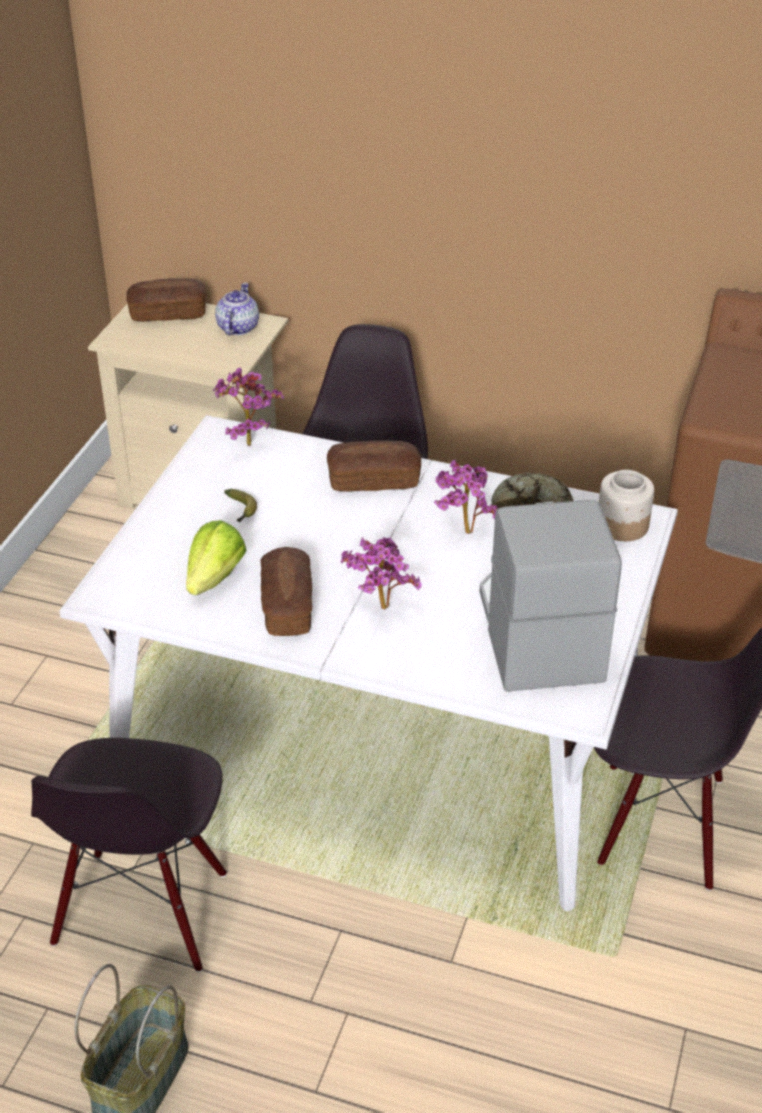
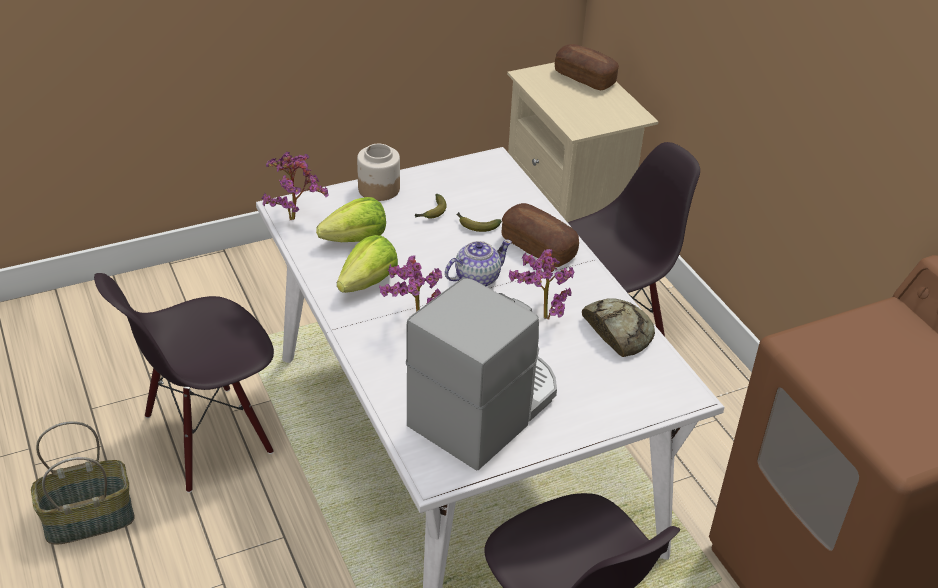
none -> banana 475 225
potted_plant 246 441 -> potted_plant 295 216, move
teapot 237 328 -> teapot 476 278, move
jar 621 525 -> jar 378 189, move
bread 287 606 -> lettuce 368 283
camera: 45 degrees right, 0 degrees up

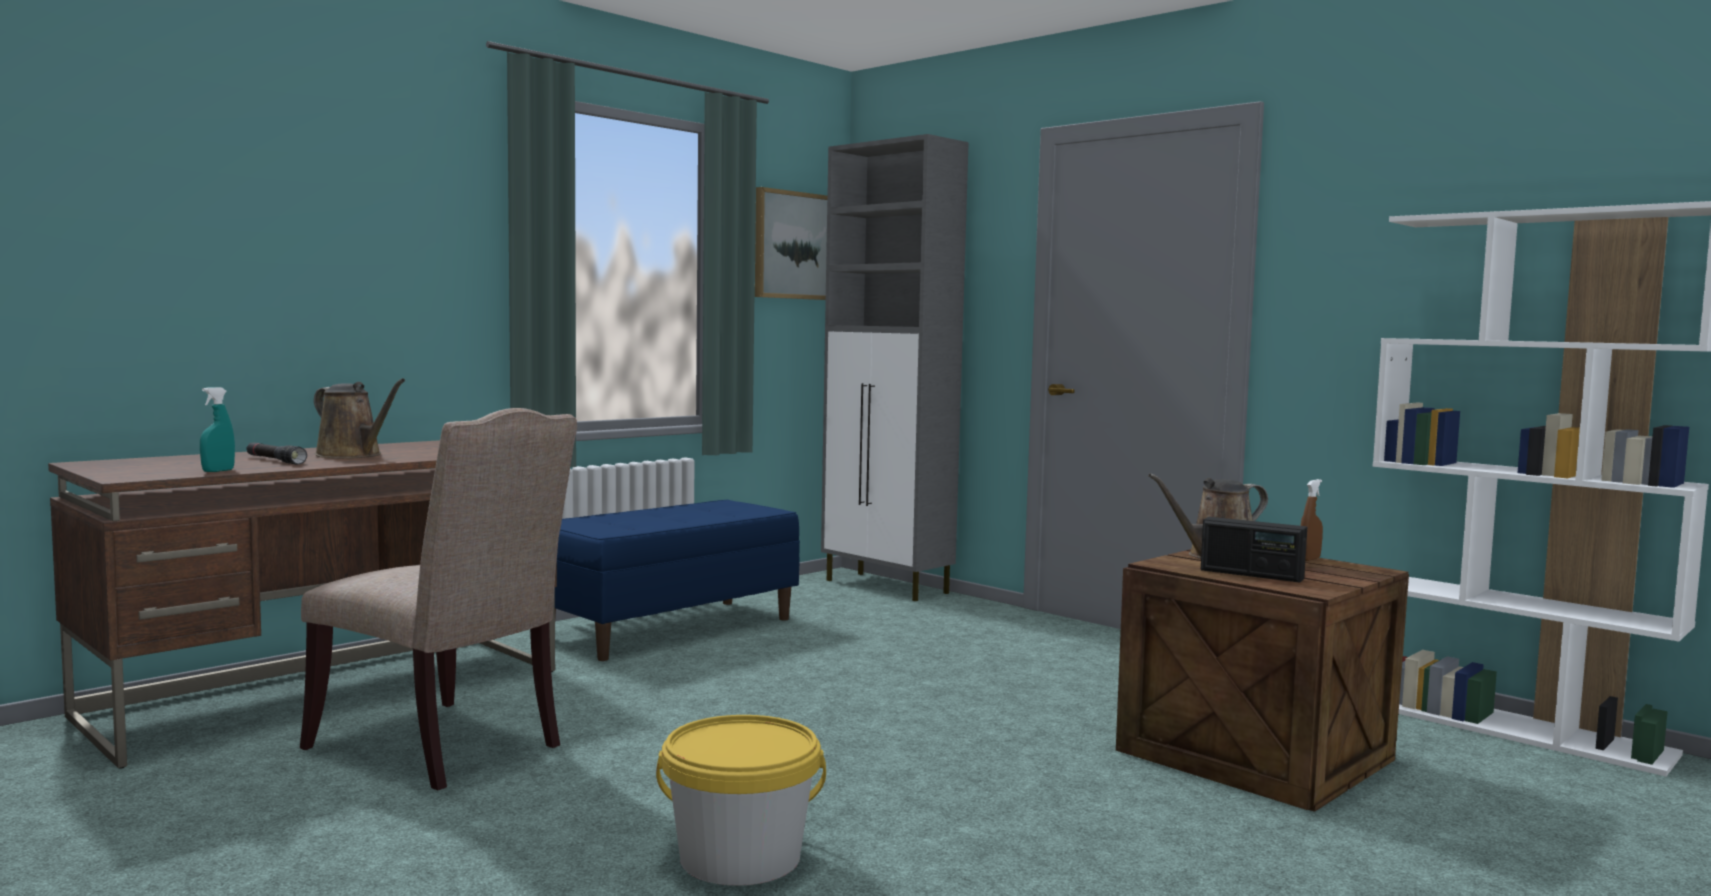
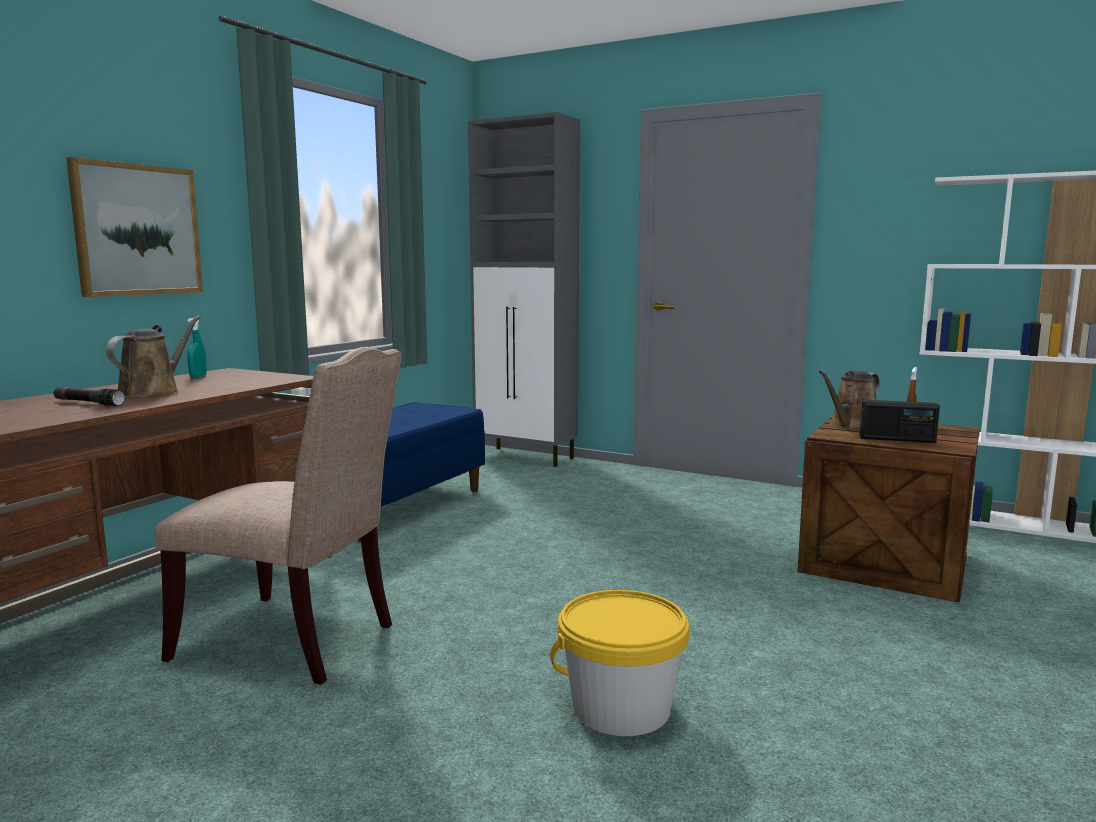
turquoise_spray_bottle 218 471 -> turquoise_spray_bottle 198 376, move
picture 794 245 -> picture 137 230, move
brown_watering_can 353 455 -> brown_watering_can 153 392, 90 degrees counterclockwise
camera: 15 degrees left, 5 degrees up

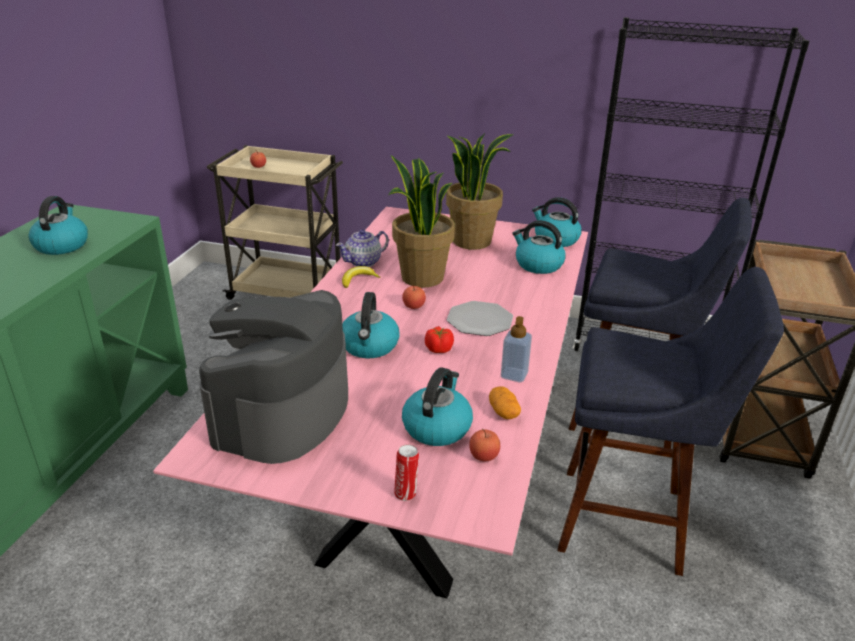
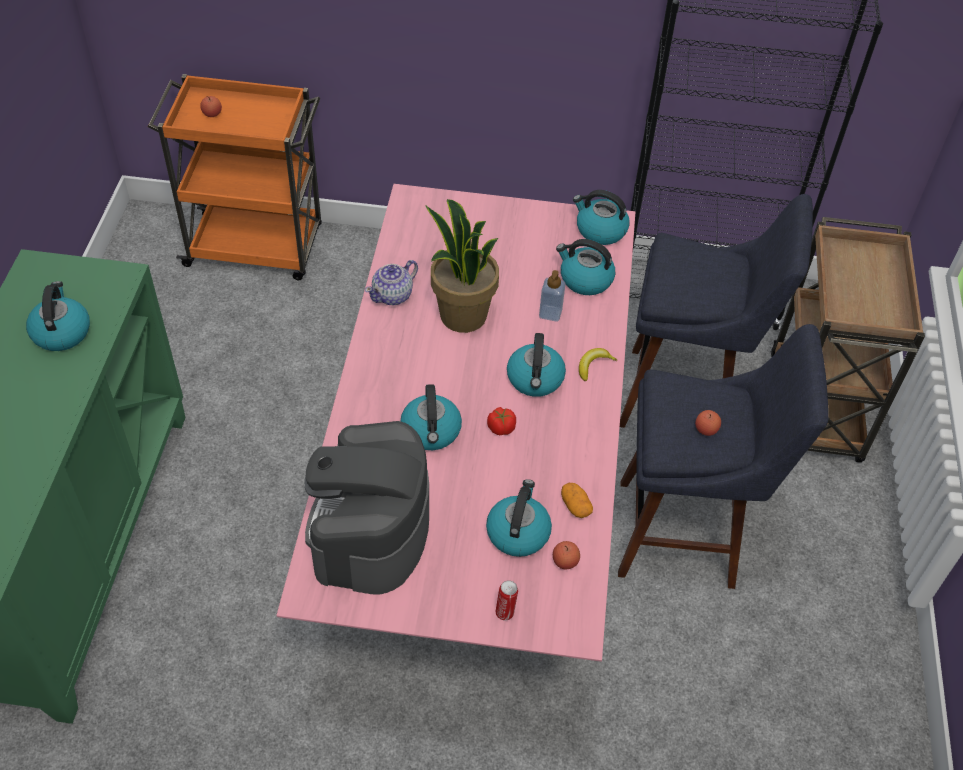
potted_plant 472 241 -> none
banana 358 280 -> banana 593 366, move
apple 413 306 -> apple 706 429, move
soap_dispenser 514 375 -> soap_dispenser 550 313, move
plate 480 320 -> kettle 535 379
beige_cart 287 292 -> orange_cart 257 247
camera: 10 degrees left, 20 degrees up

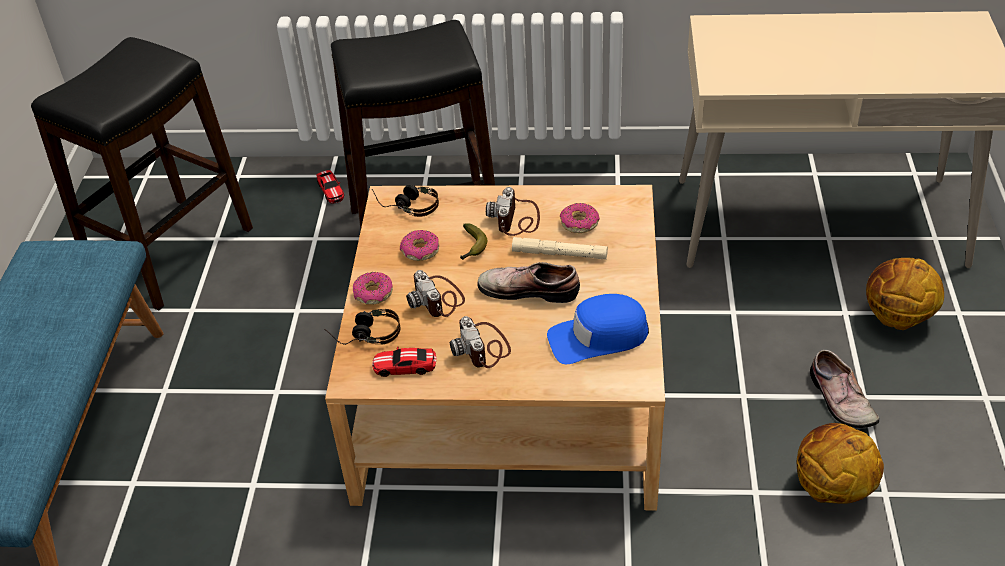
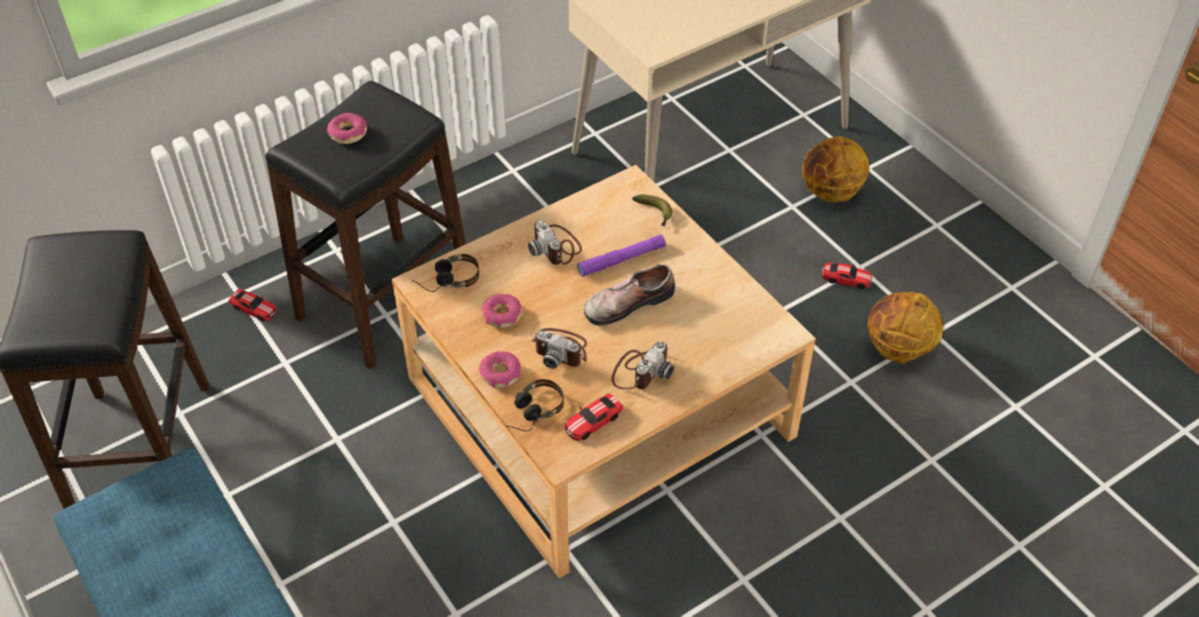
blue_cap 598 337 -> none
banana 472 247 -> banana 655 213, move
donut 579 223 -> donut 348 134, move
shoe 839 400 -> toy_car 846 278
beige_flashlight 559 254 -> purple_flashlight 621 260
photo_camera 483 347 -> photo_camera 640 371, 90 degrees counterclockwise
camera: 40 degrees left, 5 degrees up

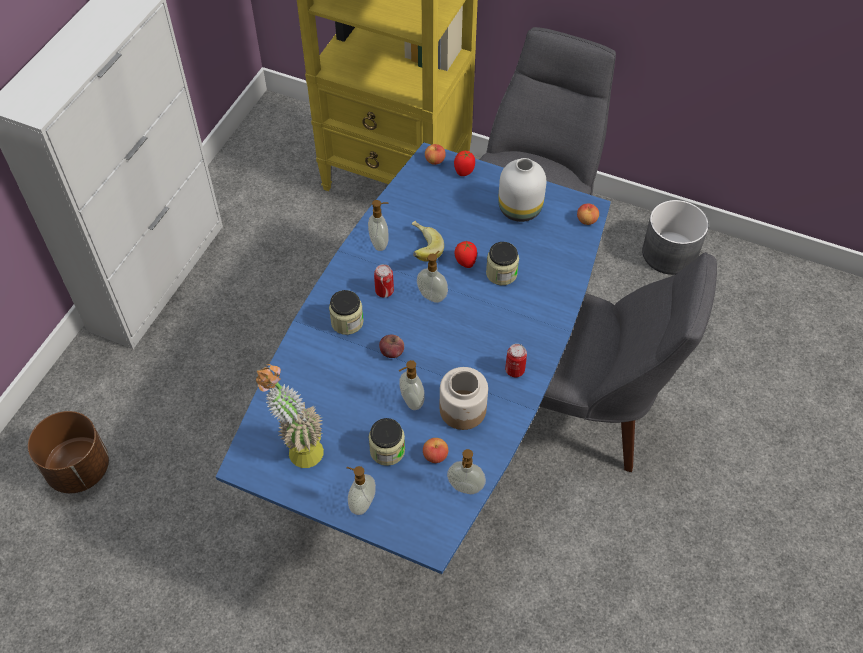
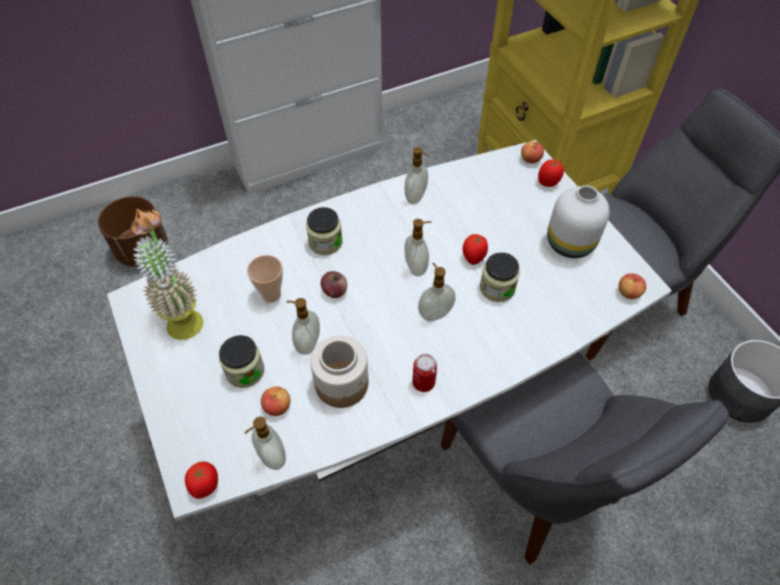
can 384 291 -> none
banana 421 251 -> none
none -> tomato 206 486
none -> cup 271 294
soap_dispenser 361 503 -> soap_dispenser 435 313, move
blue_dining_table 431 432 -> white_dining_table 390 398
camera: 40 degrees right, 0 degrees up

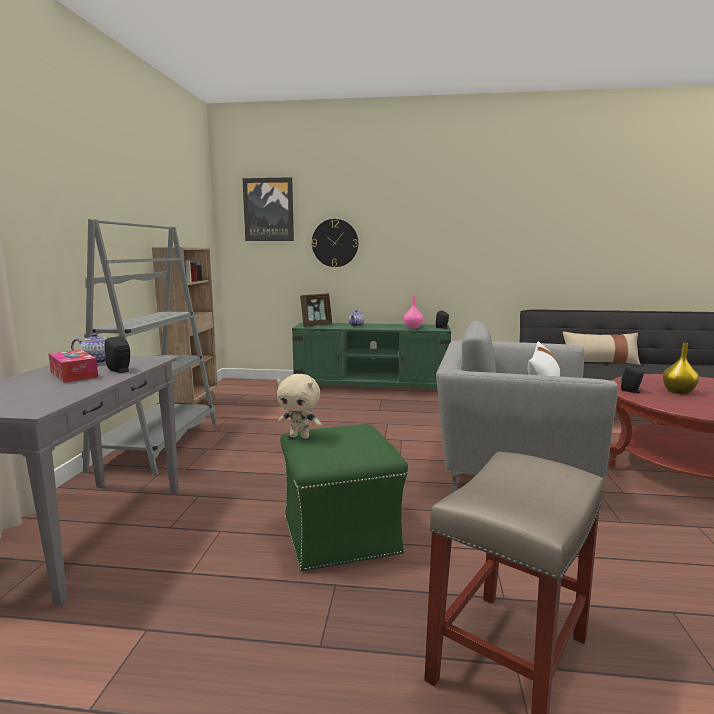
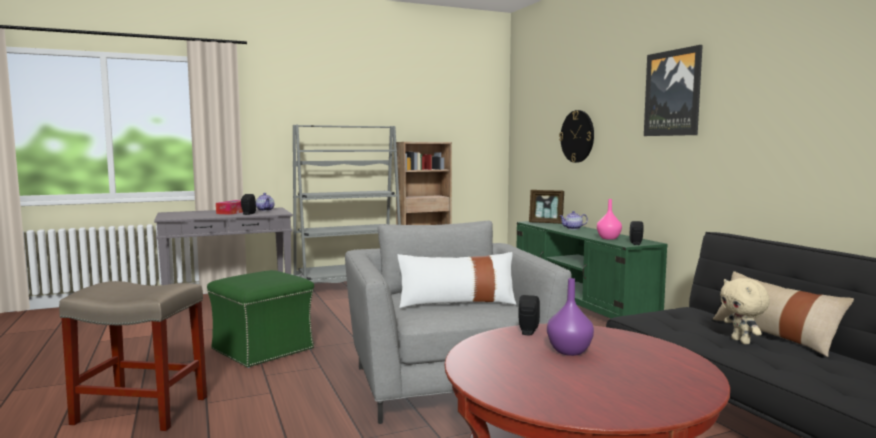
picture 268 210 -> picture 673 93, move
beige_plush_toy 300 436 -> beige_plush_toy 741 341, move
yellow_vase 679 391 -> purple_vase 569 351
camera: 60 degrees right, 5 degrees down

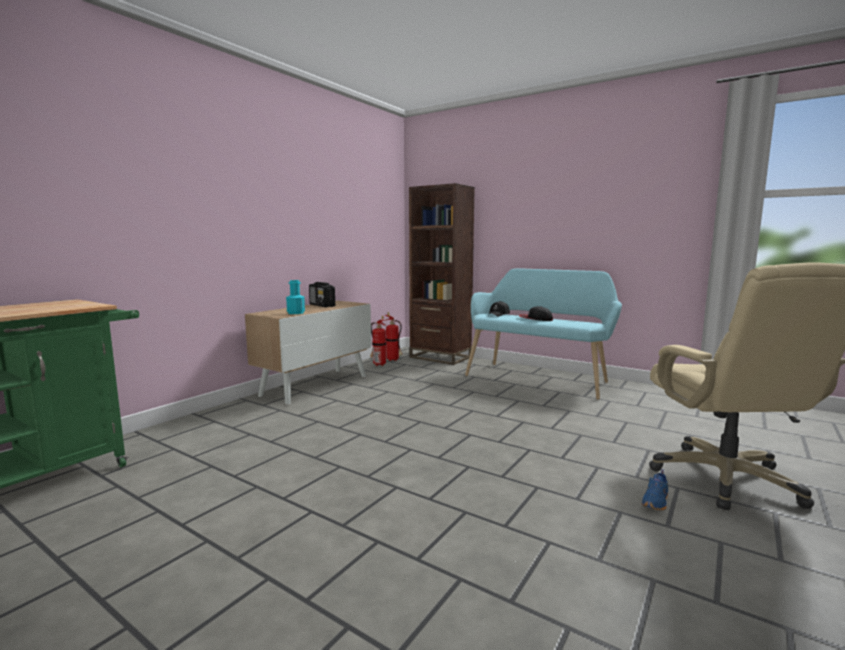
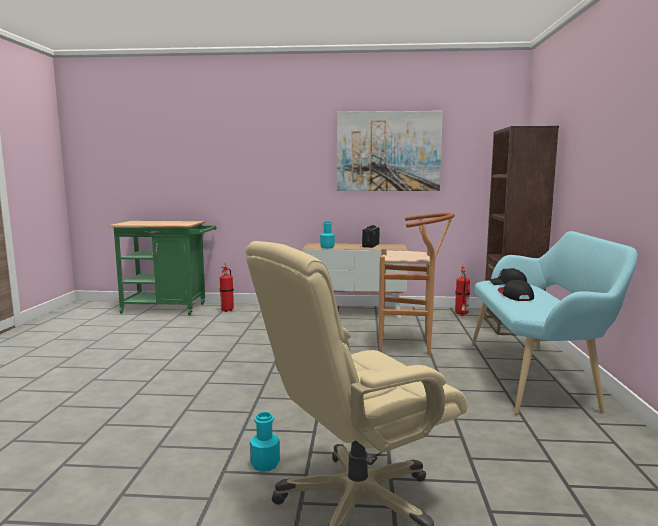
none -> picture 388 151
none -> brown_stool 410 346
fire_extinguisher 378 364 -> fire_extinguisher 228 310, move
blue_shoe 656 501 -> turquoise_bottle 265 464
camera: 60 degrees right, 0 degrees up

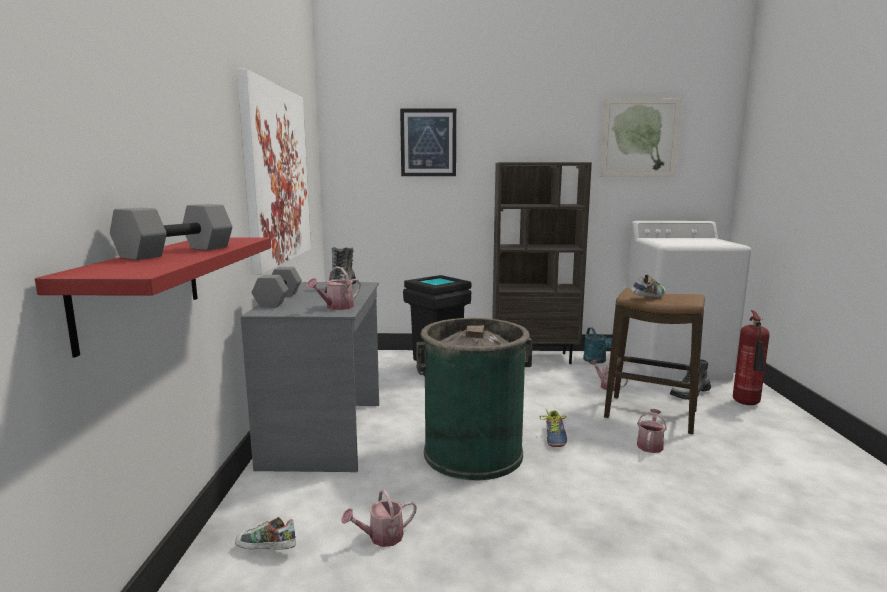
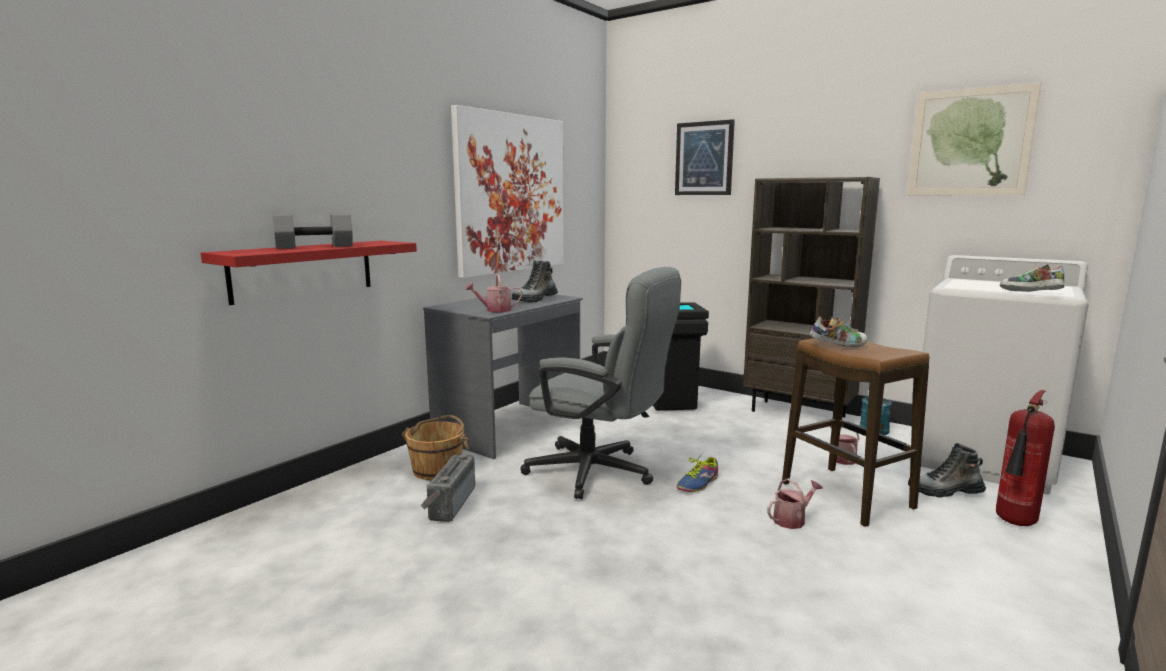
grey_dumbbell 278 299 -> none
none -> brown_bucket 437 469
shoe 266 551 -> shoe 1029 293, move
watering_can 381 537 -> radio 449 503
green_trash_can 473 453 -> grey_office_chair 600 473
camera: 35 degrees right, 0 degrees up

